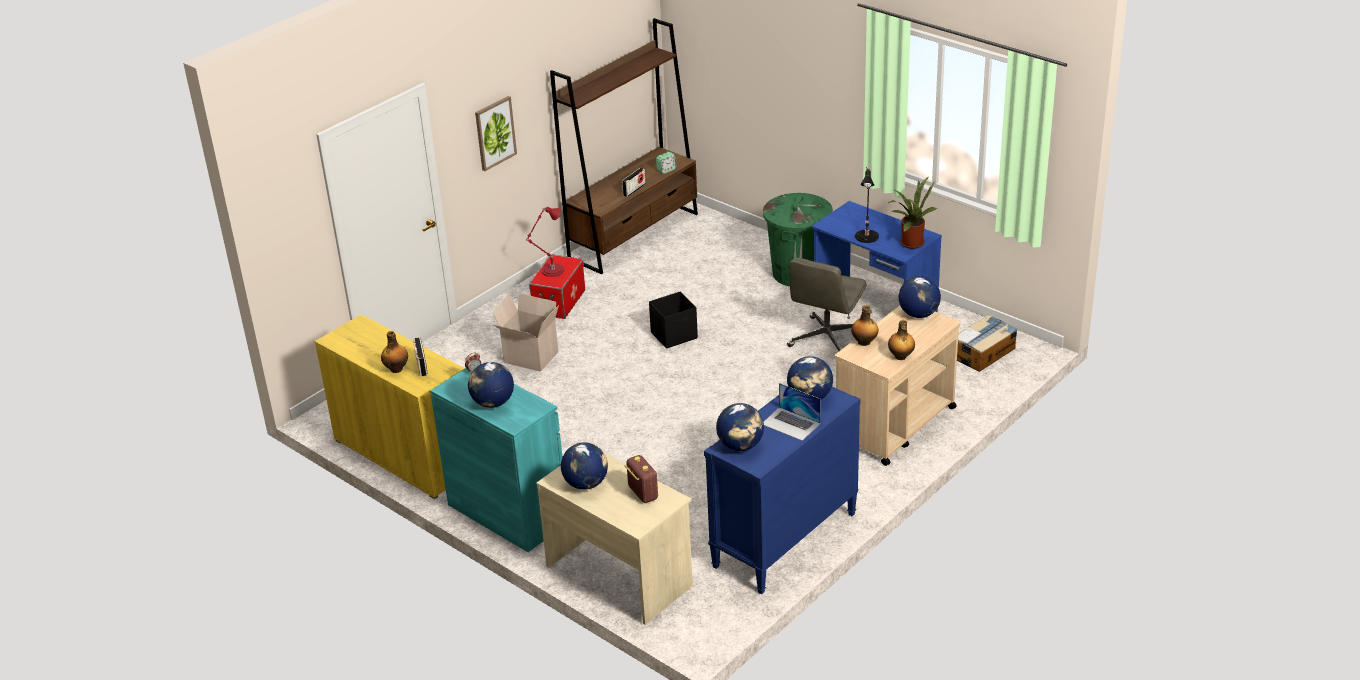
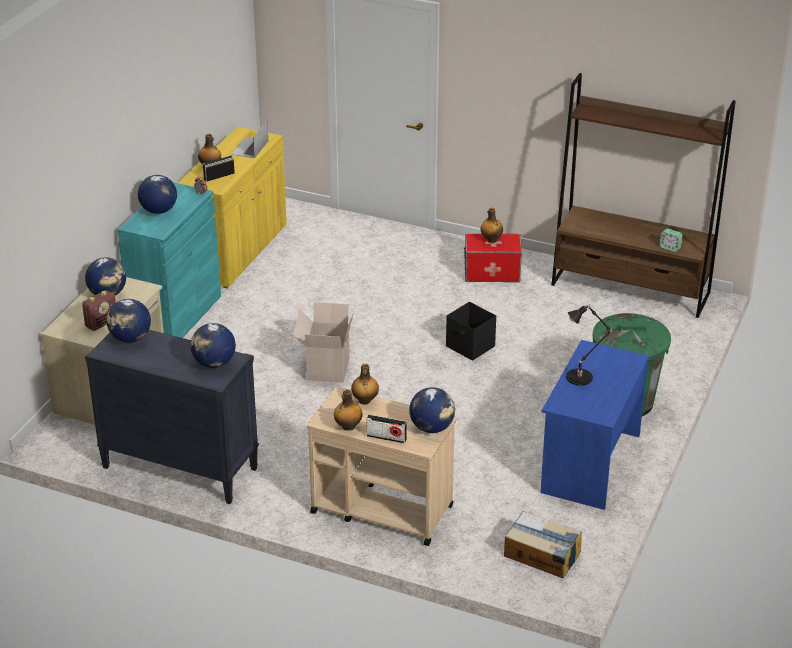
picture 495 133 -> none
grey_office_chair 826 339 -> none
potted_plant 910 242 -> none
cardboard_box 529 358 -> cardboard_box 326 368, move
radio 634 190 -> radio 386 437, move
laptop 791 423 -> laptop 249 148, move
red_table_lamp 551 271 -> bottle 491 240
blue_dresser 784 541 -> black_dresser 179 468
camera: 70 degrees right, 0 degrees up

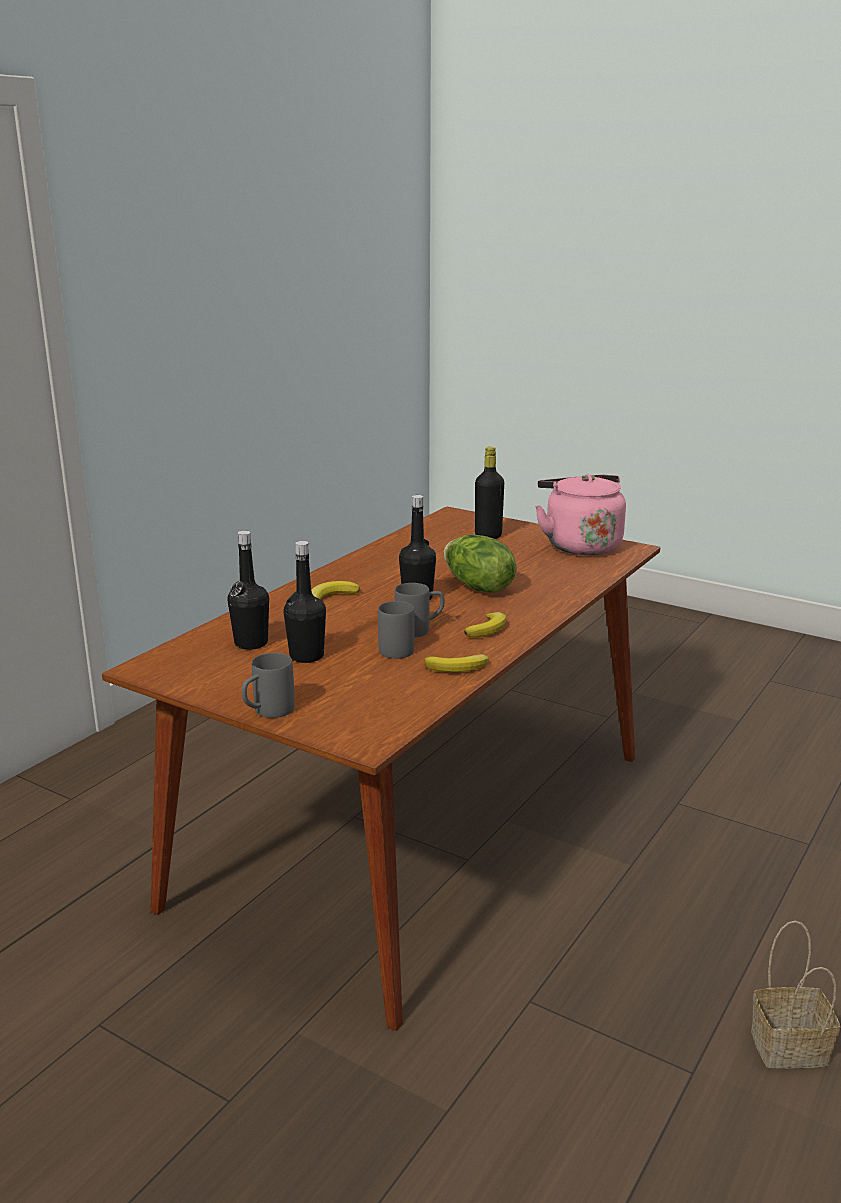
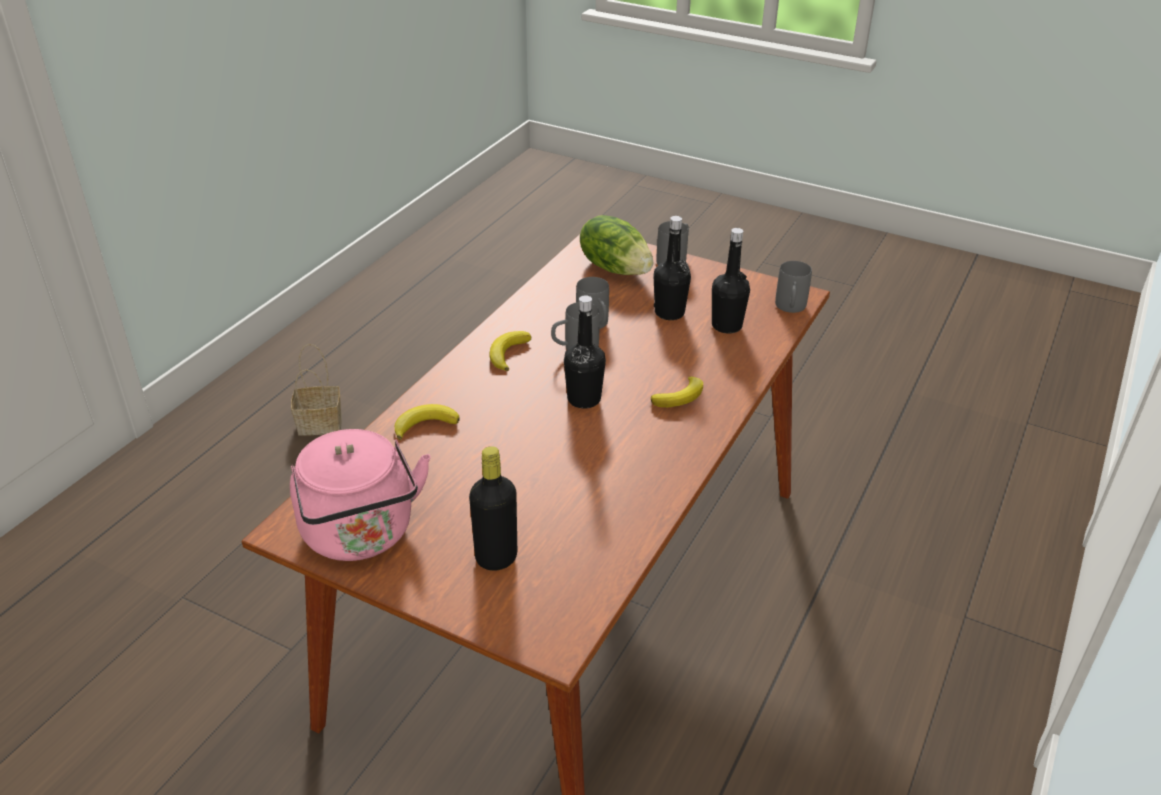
none -> grey_mug 790 308
banana 459 667 -> banana 425 424, move
lettuce 477 587 -> lettuce 616 268, move
camera: 175 degrees right, 15 degrees up

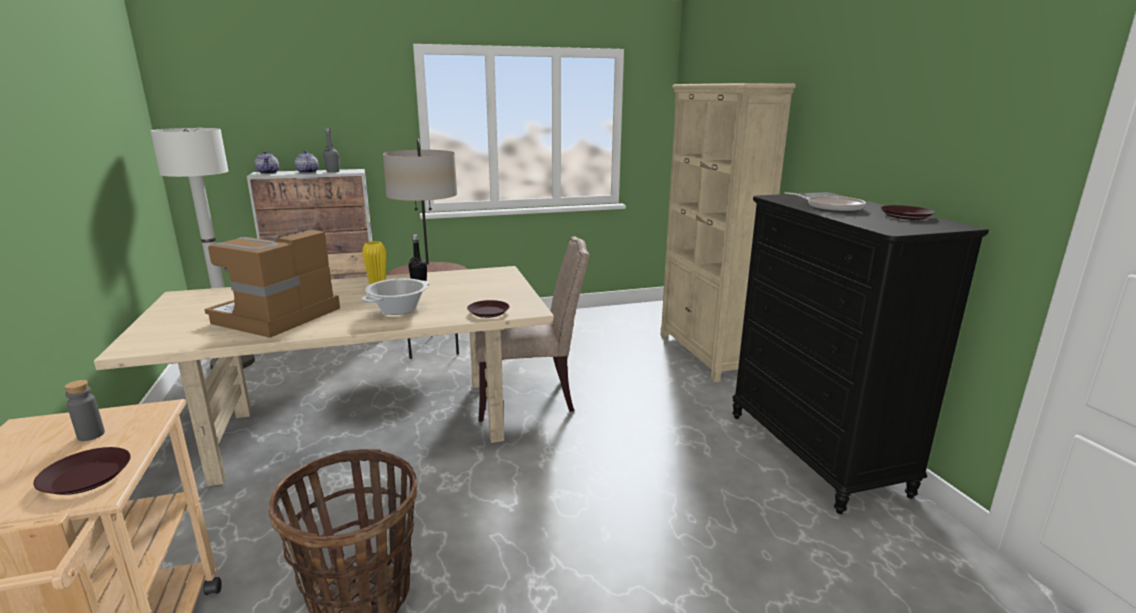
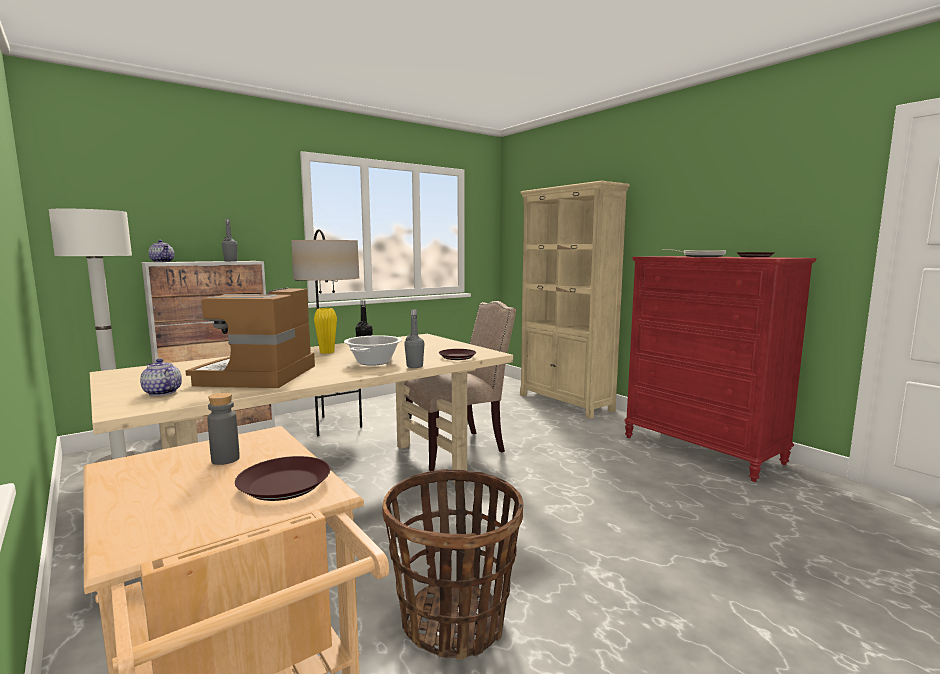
none -> grey_bottle 414 366
teapot 307 172 -> teapot 161 392, move
black_dresser 815 453 -> red_dresser 702 450
camera: 20 degrees left, 10 degrees down

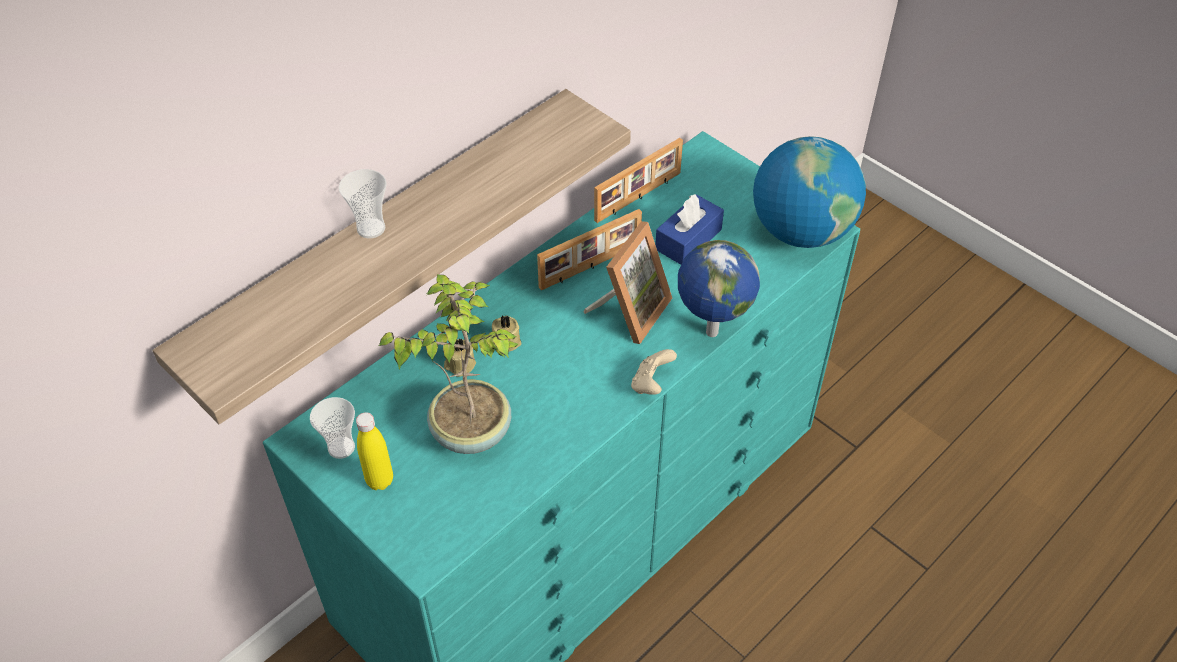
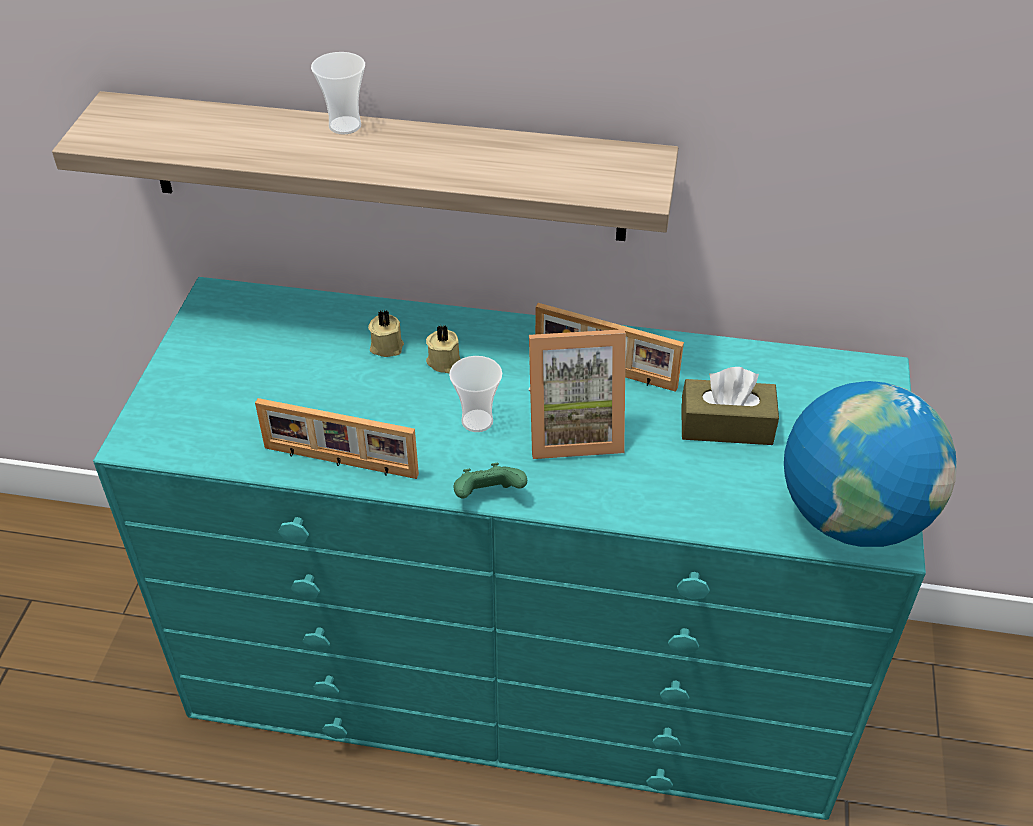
yellow_bottle 380 480 -> none
potted_plant 470 430 -> none
globe 710 332 -> none
cup 341 447 -> cup 477 421, move
picture_frame 639 197 -> picture_frame 340 463, move
beige_game_controller 651 383 -> green_game_controller 488 496
blue_tissue_box 688 239 -> brown_tissue_box 726 425
camera: 55 degrees right, 5 degrees down

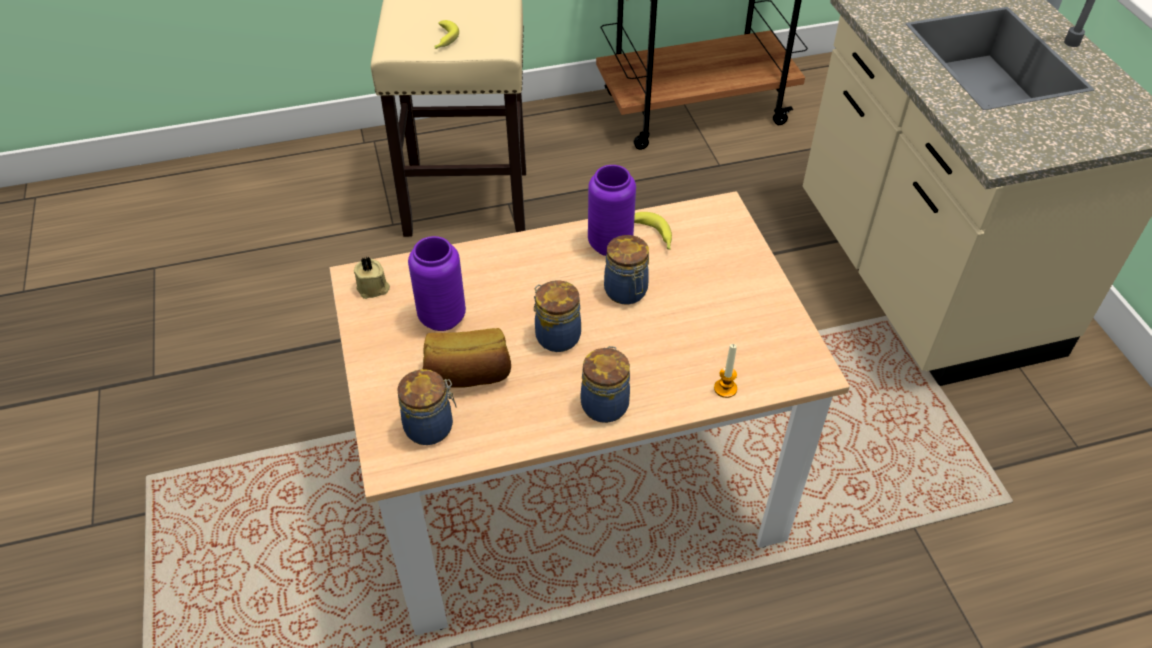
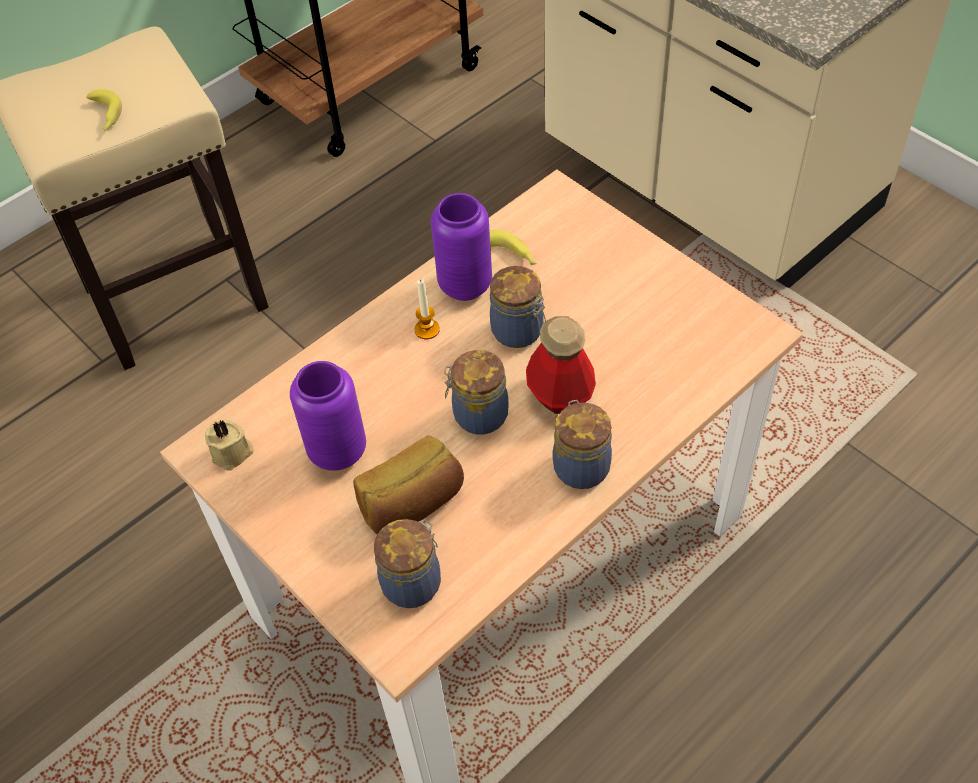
none -> bottle 560 395
candle 725 388 -> candle 427 329, move
camera: 25 degrees left, 5 degrees up

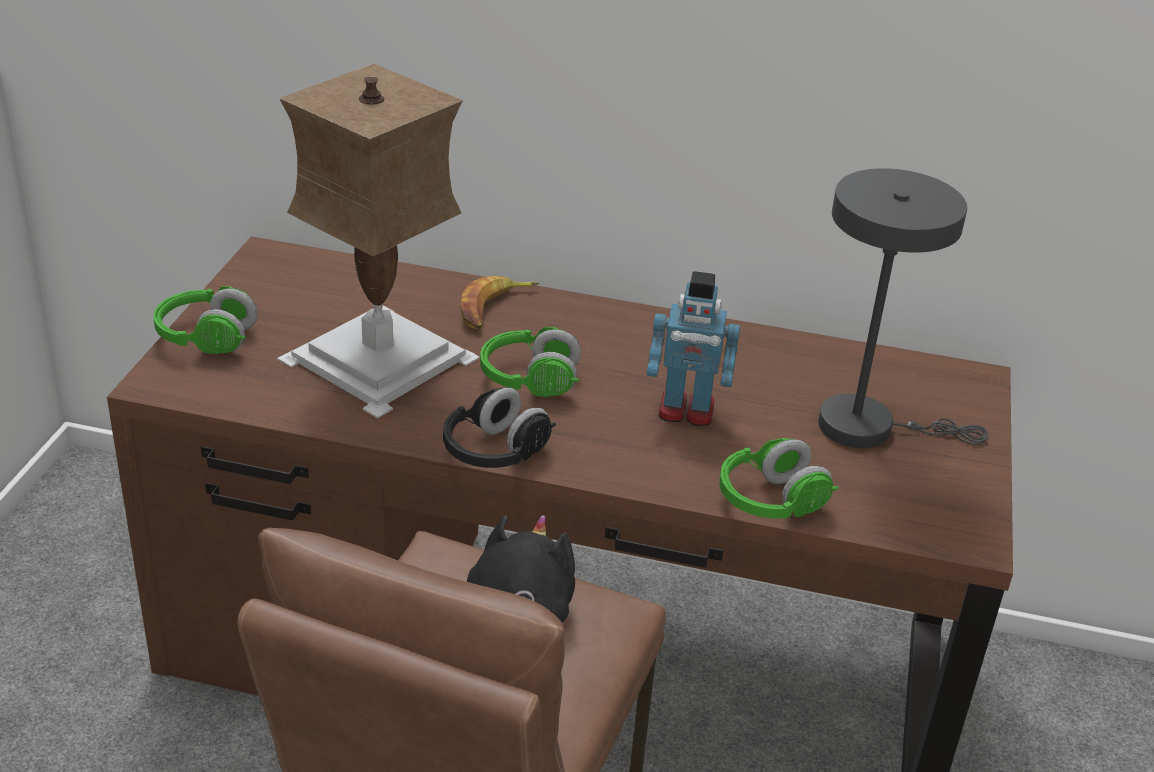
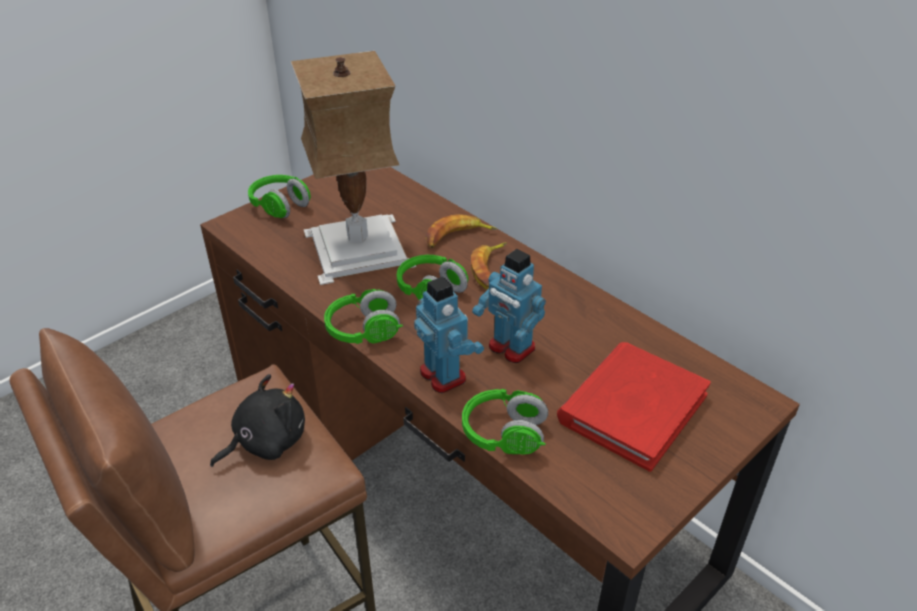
none -> toy_robot 444 375
none -> banana 491 270
grey_table_lamp 868 427 -> red_book 632 408
black_headphones 495 452 -> green_headphones 363 331
camera: 35 degrees right, 5 degrees up

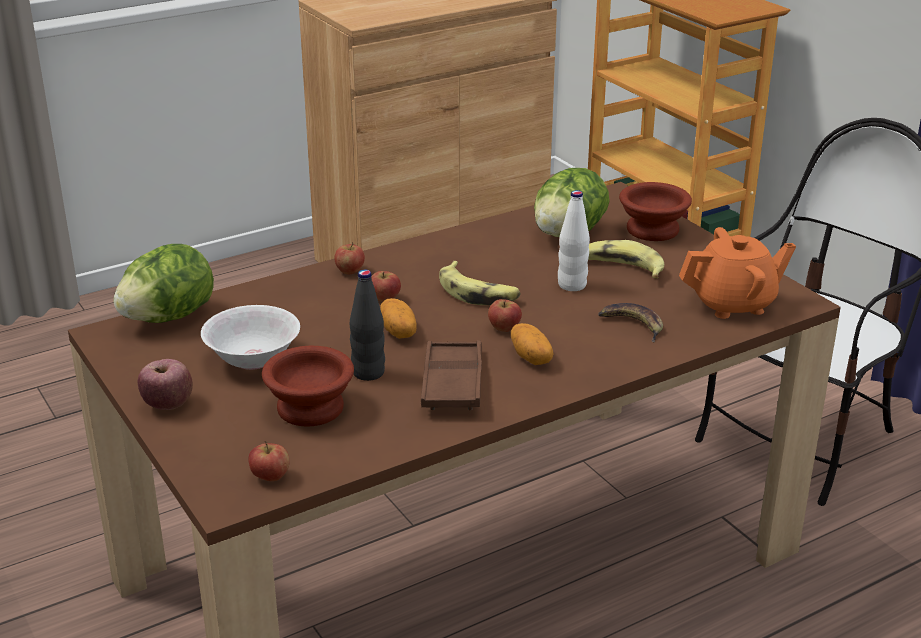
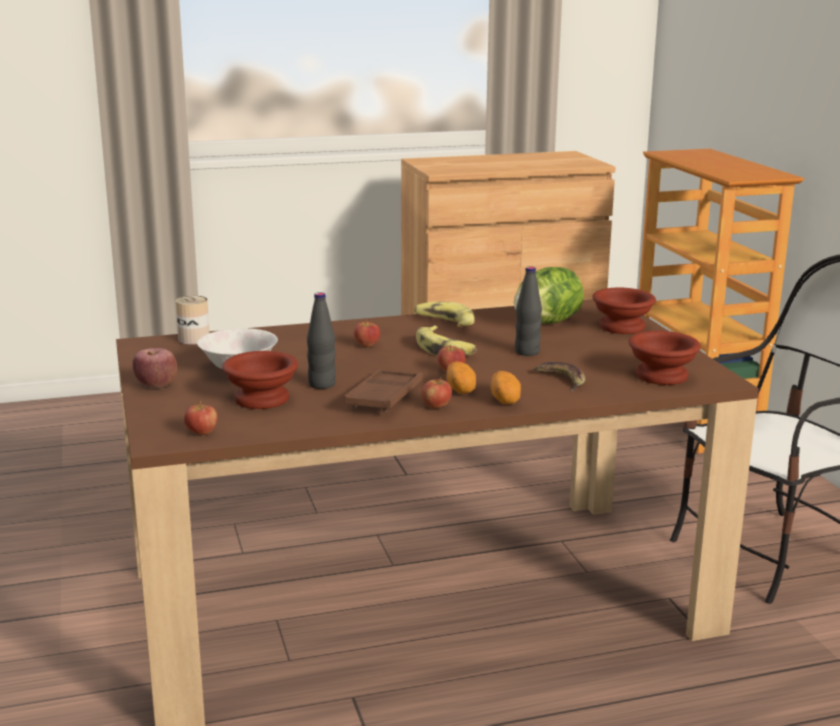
apple 350 271 -> apple 436 406, move
potato 398 331 -> potato 505 400, move
banana 621 268 -> banana 444 322, move
lettuce 168 317 -> can 194 339
orange_teapot 733 304 -> brown_bowl 660 376
white_bottle 572 285 -> black_bottle 527 352
camera: 15 degrees right, 10 degrees down

